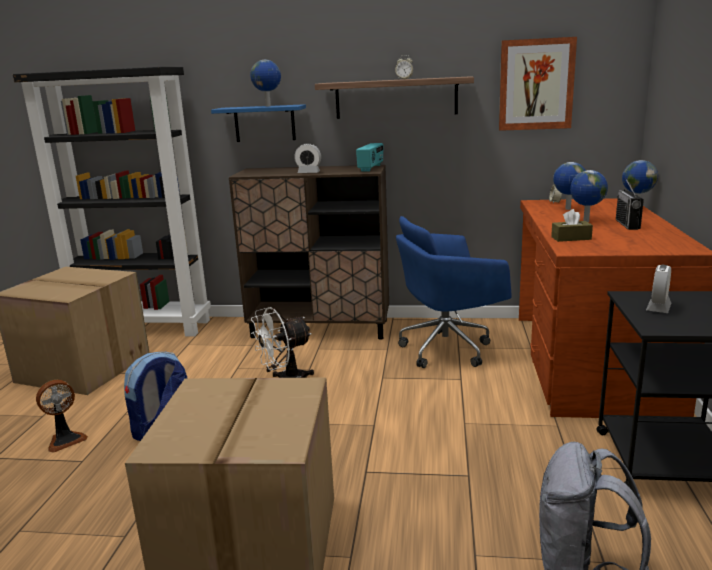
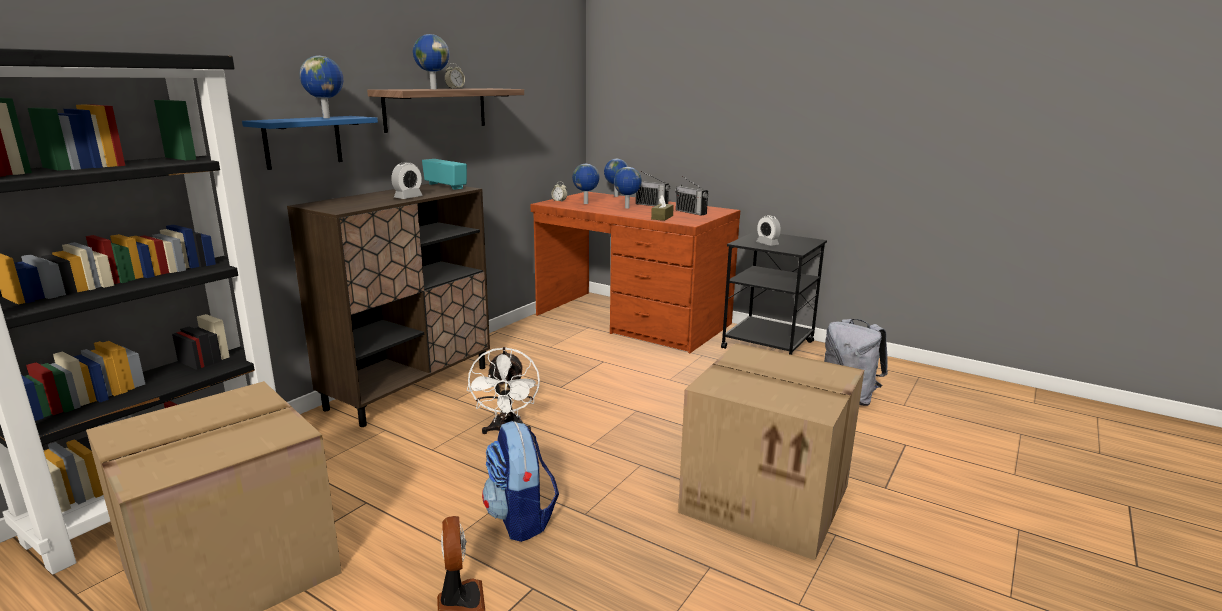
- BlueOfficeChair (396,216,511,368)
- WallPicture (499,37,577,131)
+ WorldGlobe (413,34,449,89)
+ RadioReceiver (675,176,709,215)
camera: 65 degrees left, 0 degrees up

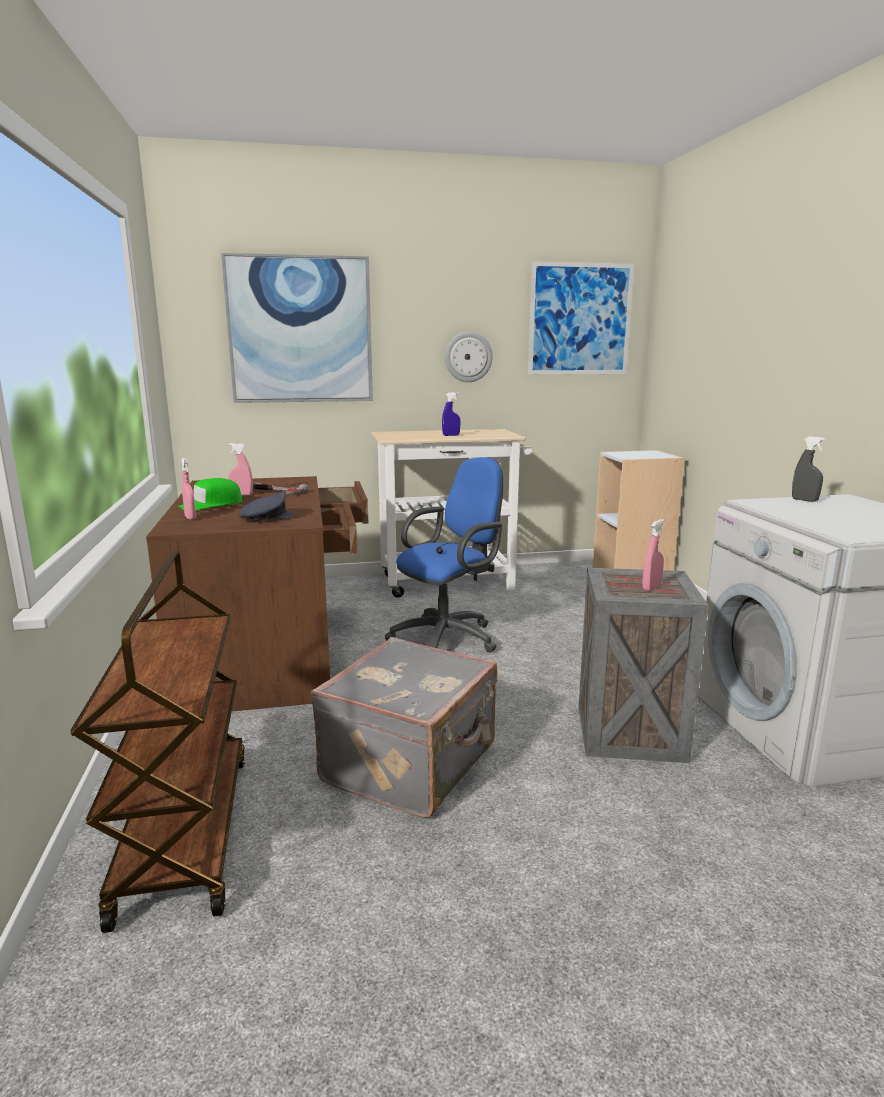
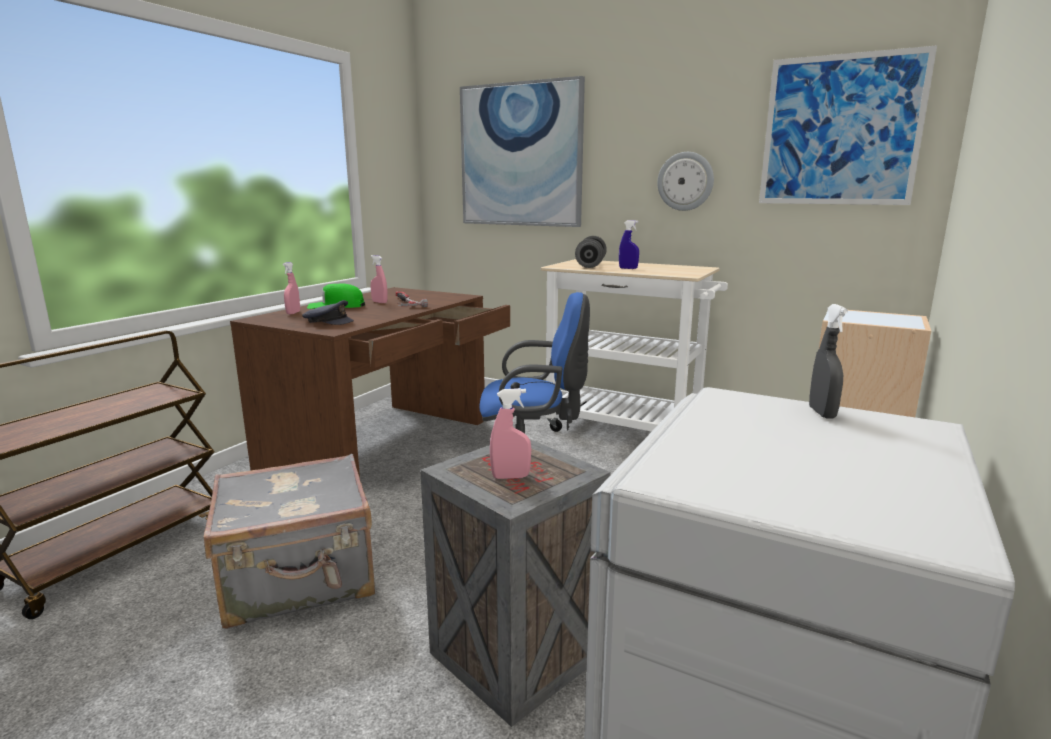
+ GreyFreeWeight (575,236,607,268)
camera: 40 degrees right, 0 degrees up

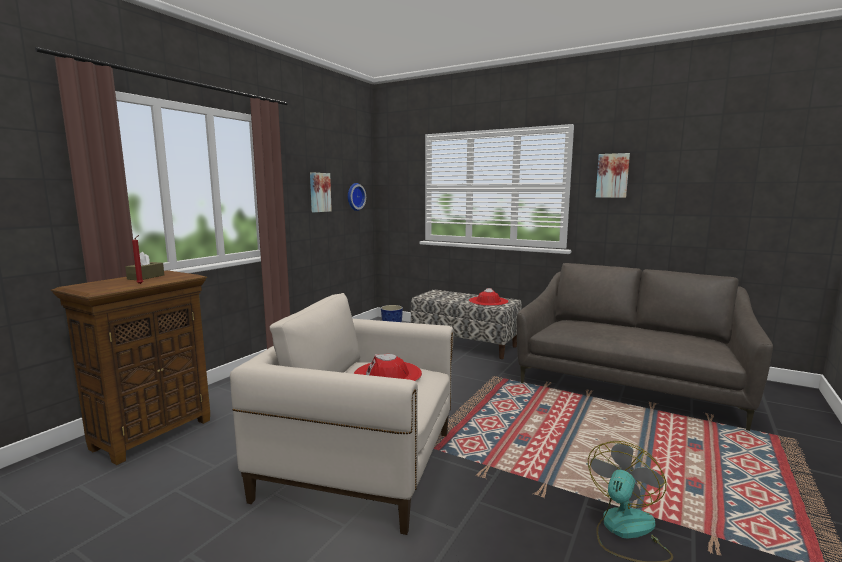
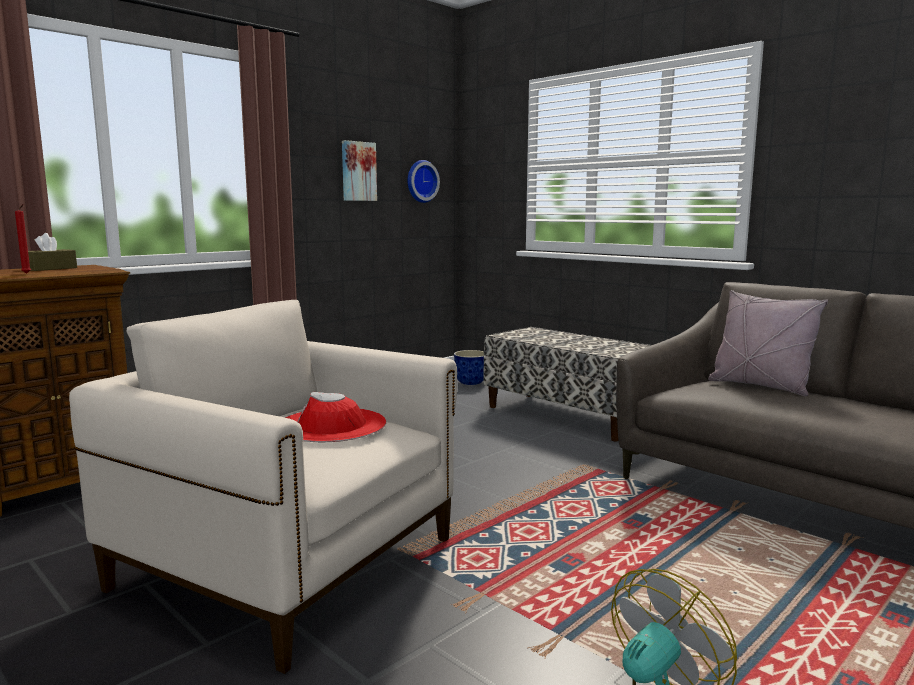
- RedClothingHat (469,288,509,306)
- WallPicture (596,153,630,198)
+ PurpleColouredThrowPillow (708,290,828,397)
camera: 15 degrees right, 0 degrees up

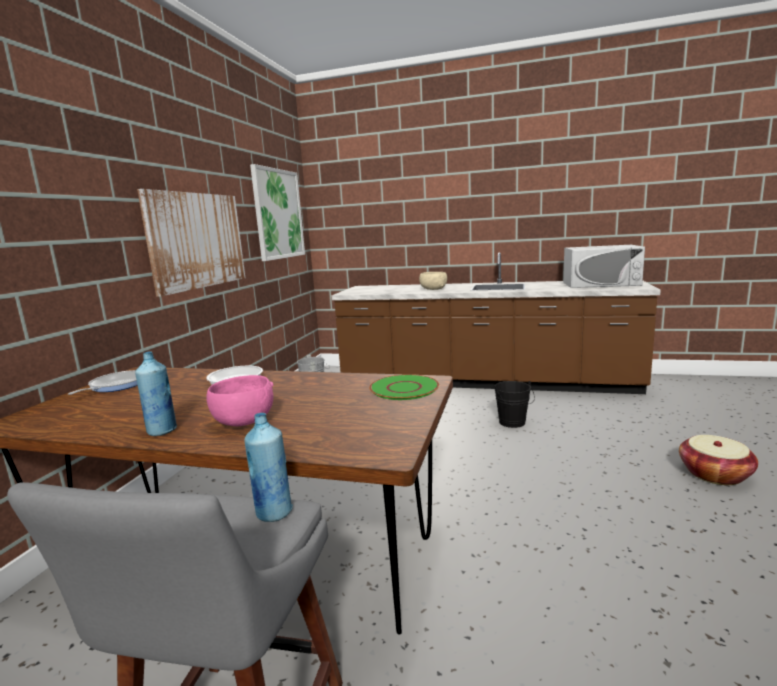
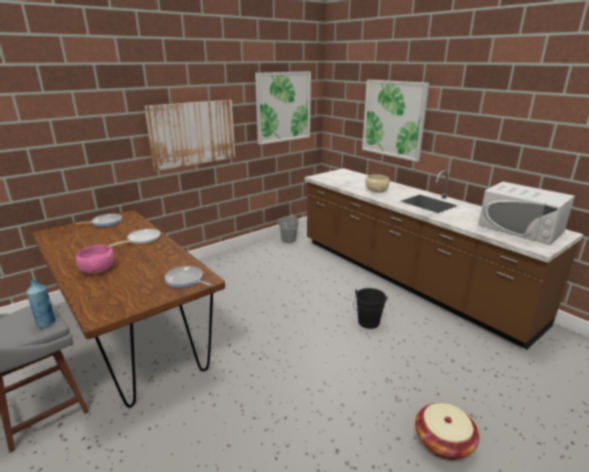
- BlueBeverageBottle (135,352,177,436)
+ WallPicture (362,80,429,162)
~ GreenPlate (369,374,439,400) to FryingPan (165,266,211,288)
camera: 35 degrees right, 10 degrees up

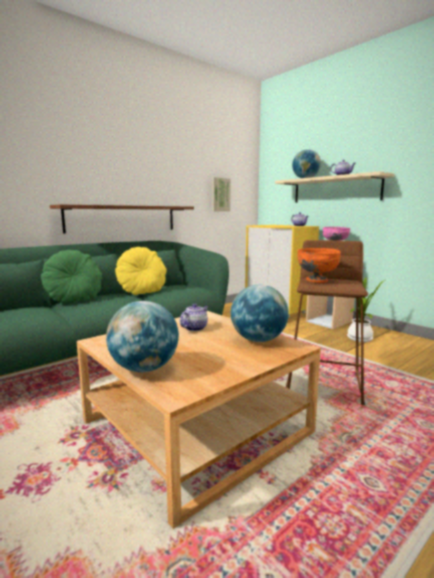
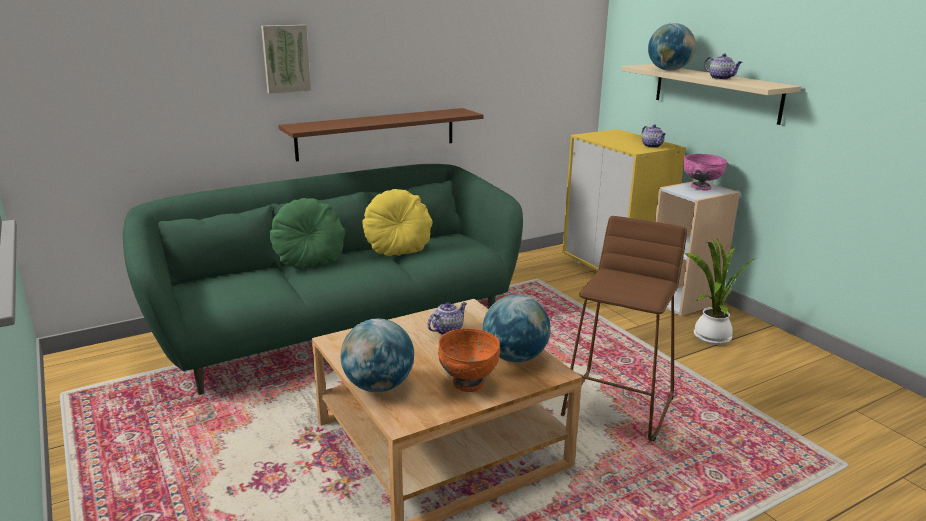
~ WallPicture (212,177,231,212) to (261,25,311,94)
~ OrangeColouredDeepDish (298,248,341,283) to (438,328,500,392)
camera: 10 degrees right, 10 degrees up

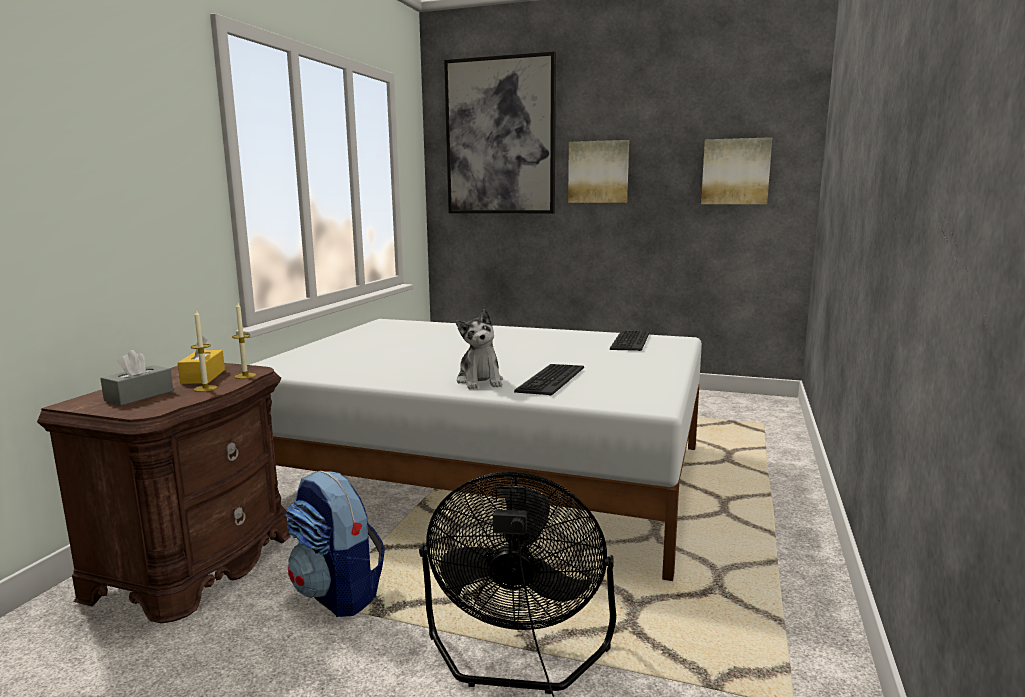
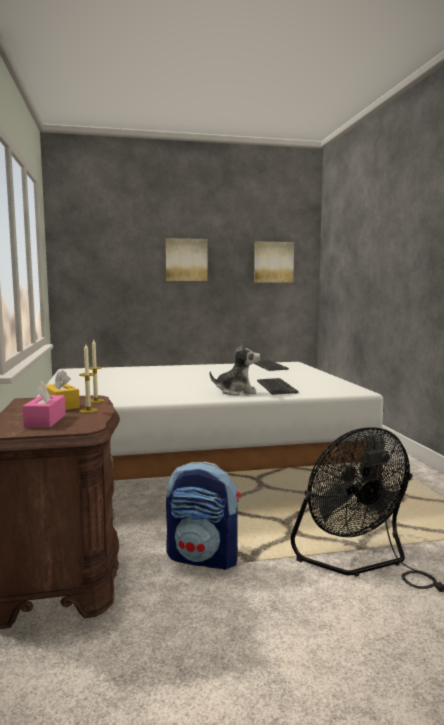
- WallPicture (444,51,556,213)
~ GreyTissueBox (100,350,173,405) to PinkishTissueBox (22,380,66,428)
~ CuddlyToy (456,309,503,389) = (210,340,261,396) 45 degrees counterclockwise
camera: 30 degrees left, 5 degrees down

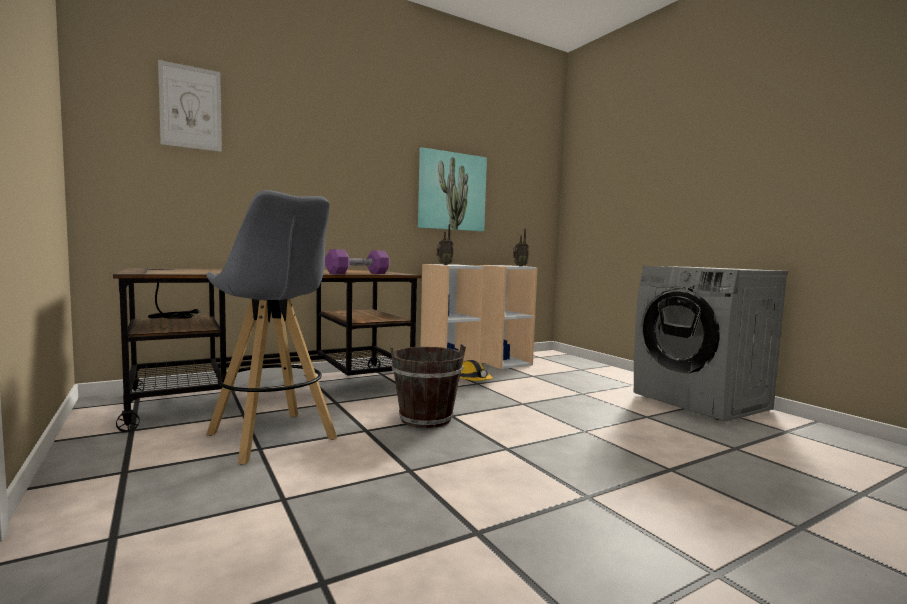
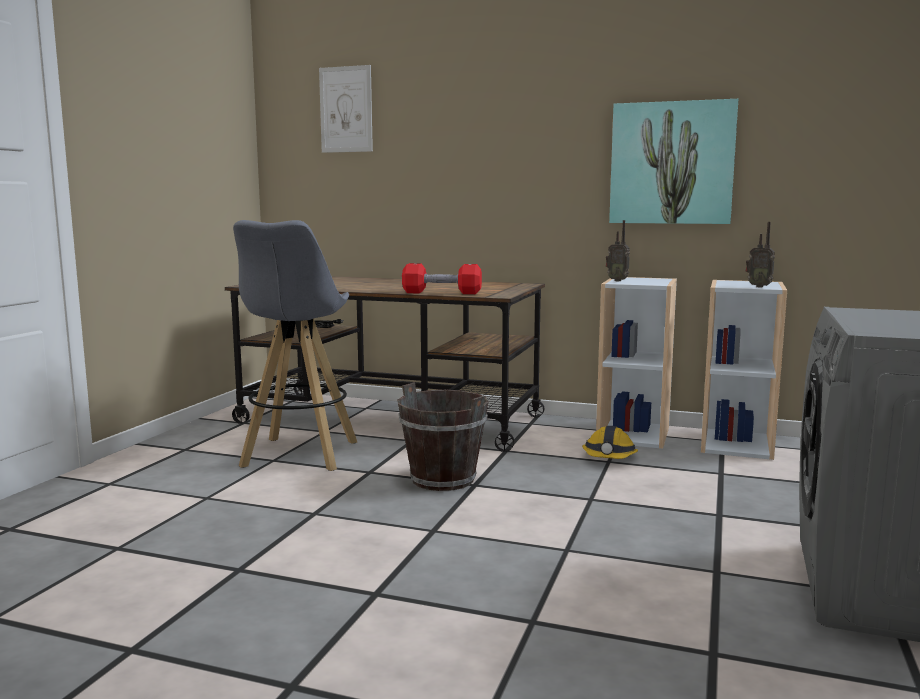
~ PurpleColouredFreeWeight (325,249,390,274) to RedFreeWeight (402,263,482,294)
camera: 50 degrees right, 5 degrees up

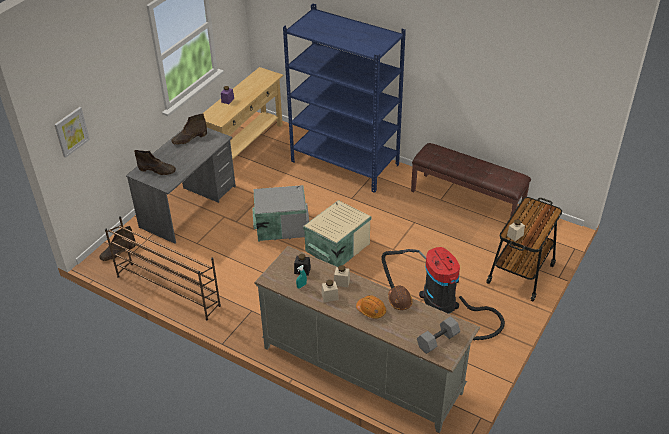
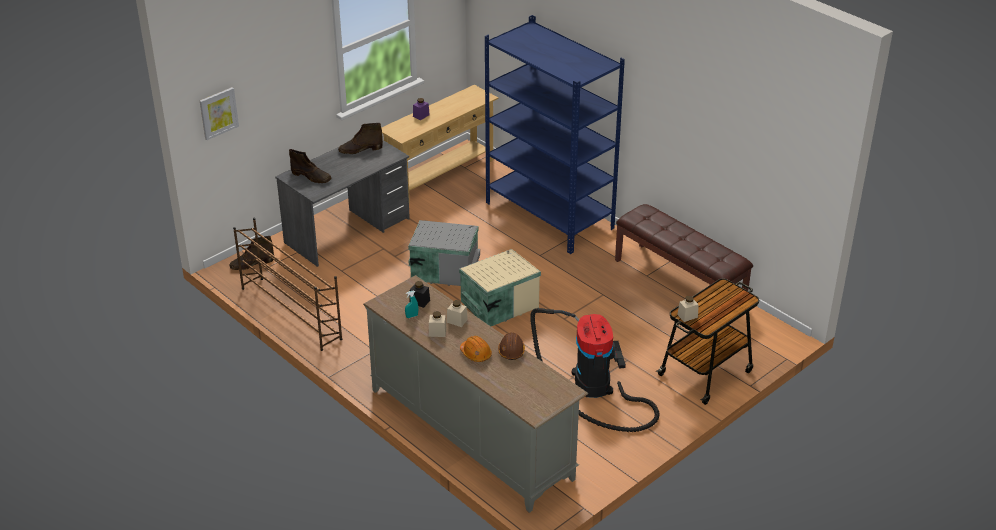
- GreyFreeWeight (417,316,460,354)
camera: 15 degrees right, 5 degrees down

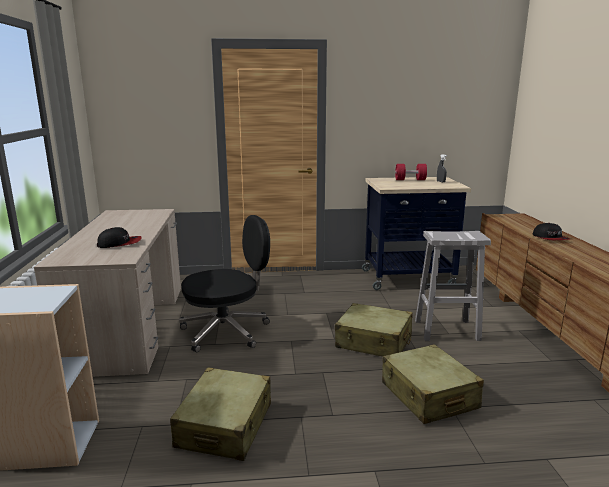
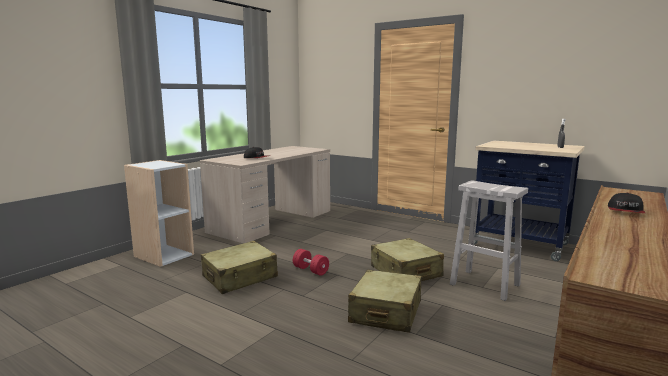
- BlackOfficeChair (179,215,270,352)
~ RedFreeWeight (395,164,427,180) to (293,249,329,276)
camera: 40 degrees right, 5 degrees down

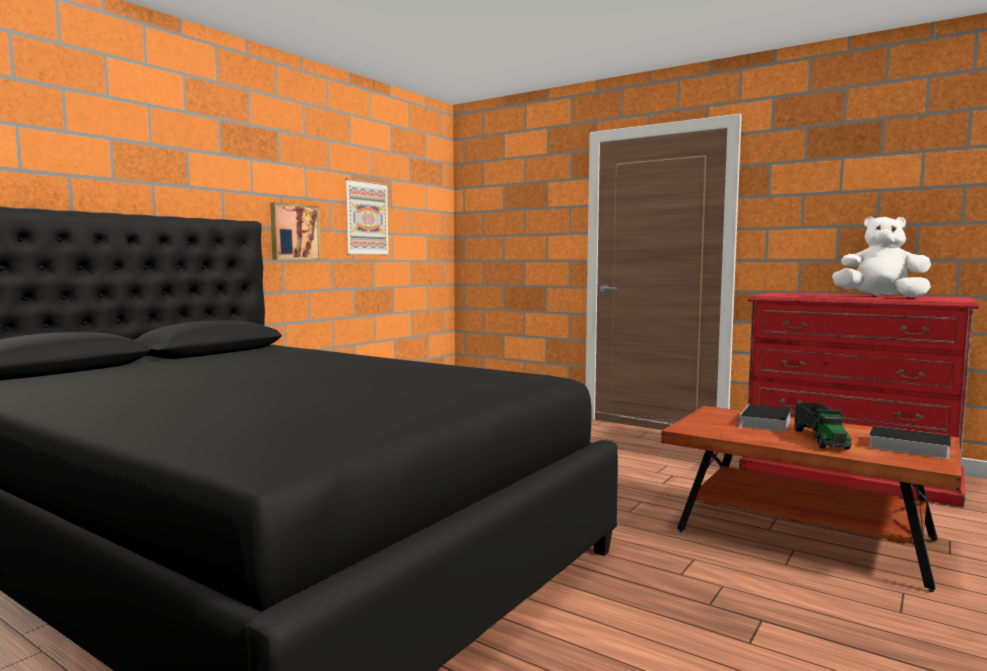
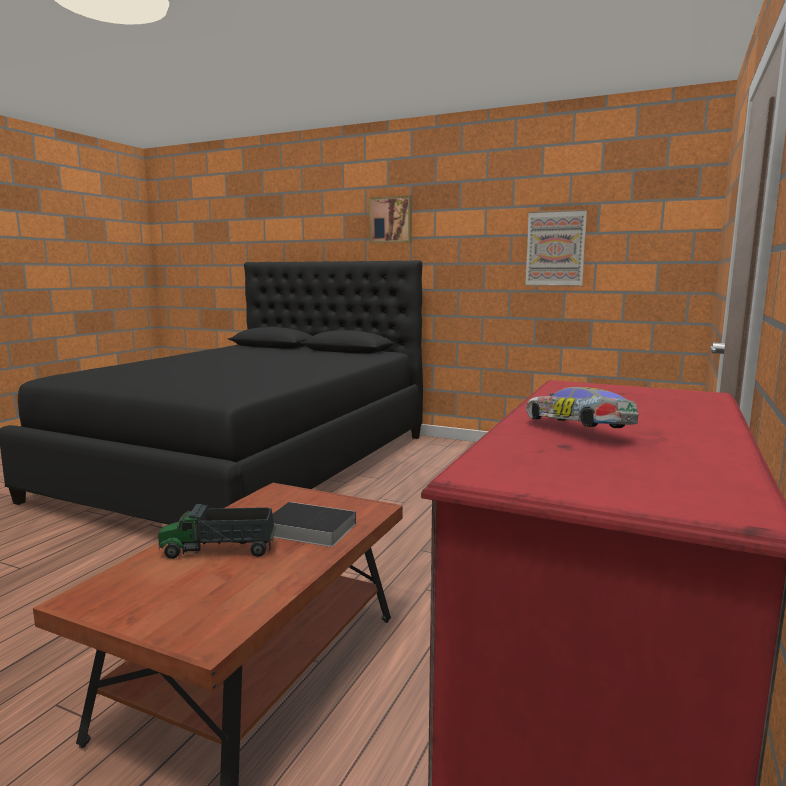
- BoundBook (859,426,951,459)
~ WallPicture (270,202,321,260) to (369,195,412,243)
~ WhiteCuddlyToy (832,216,931,298) to ModelCar (526,387,638,428)
camera: 80 degrees right, 5 degrees up

